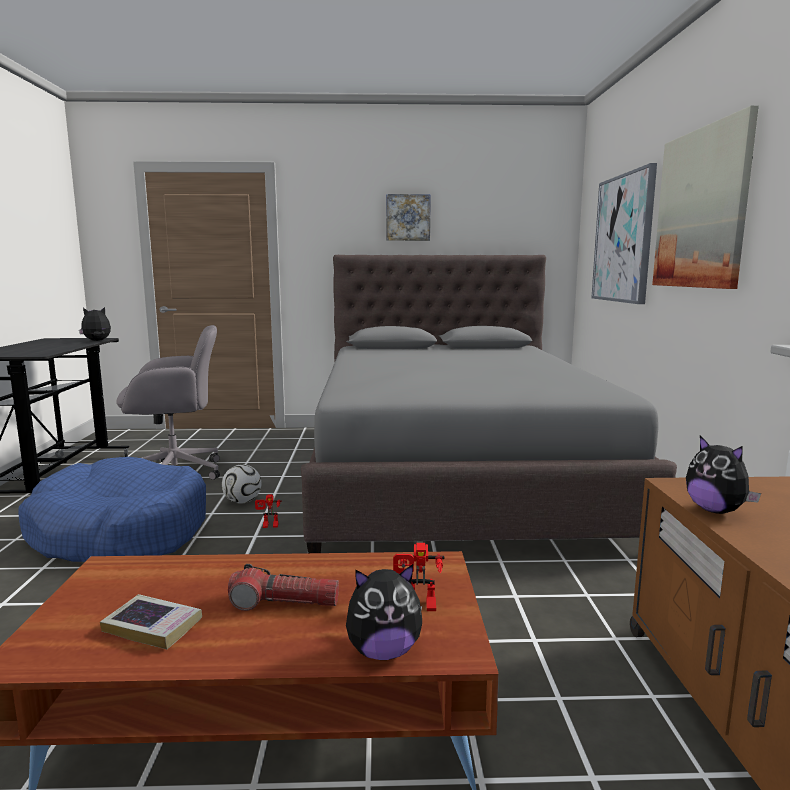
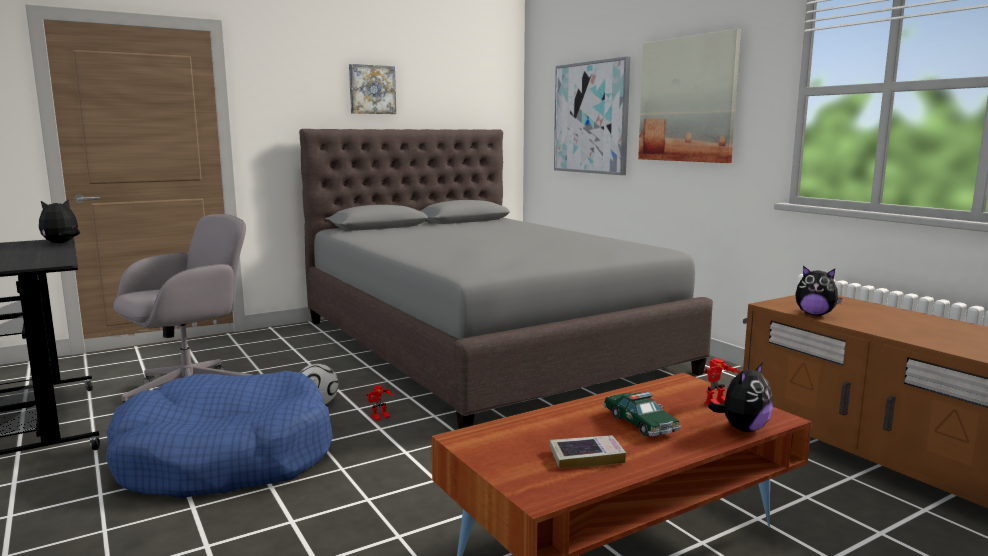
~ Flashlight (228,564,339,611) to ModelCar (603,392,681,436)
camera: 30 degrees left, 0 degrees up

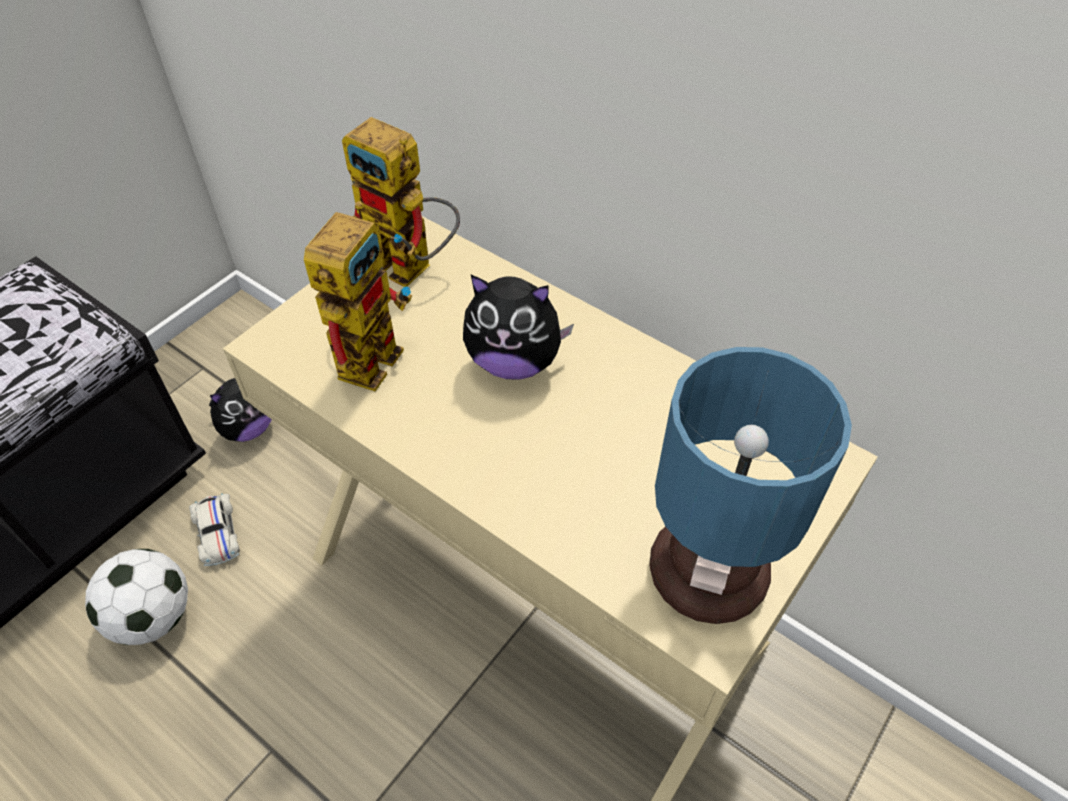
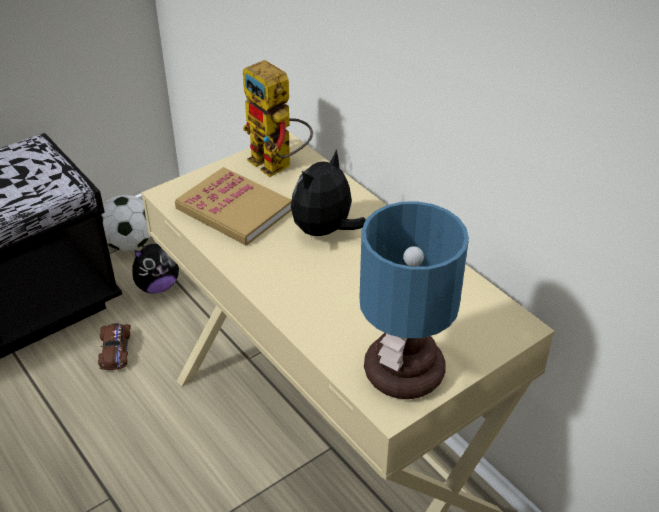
~ FootballBall (85,549,188,645) to (101,195,151,251)
~ ToyRobot (304,201,412,391) to BoundBook (175,167,292,246)
~ WhiteModelCar (189,493,240,566) to BrownishModelCar (98,323,131,370)
~ CuddlyToy (463,275,574,380) = (291,149,366,236) 105 degrees clockwise
camera: 15 degrees right, 10 degrees down

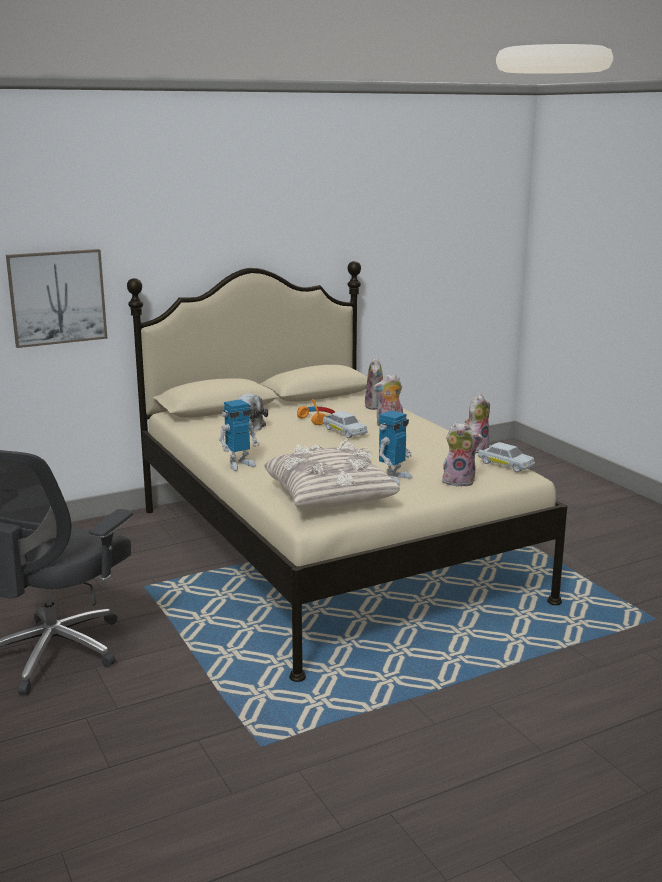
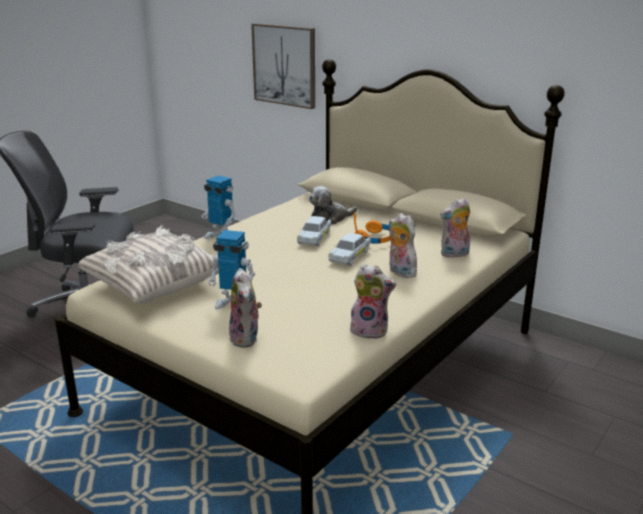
~ WhiteModelCar (478,442,535,473) to (297,216,331,246)
camera: 65 degrees right, 5 degrees up

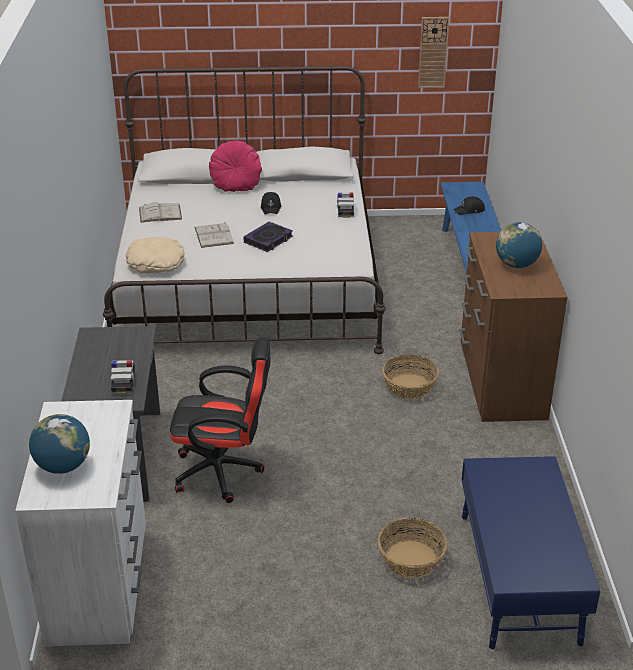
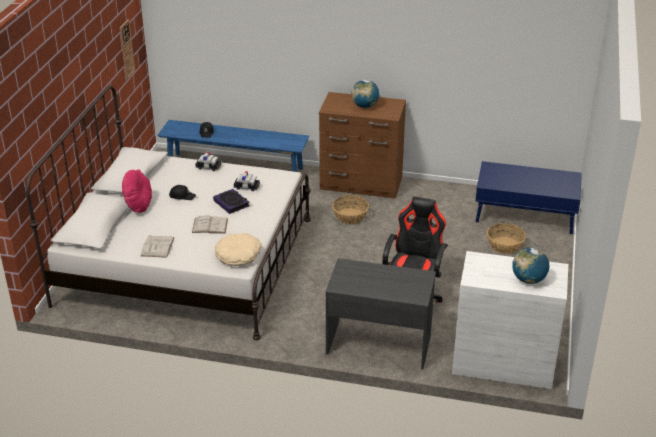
~ ModelCar (111,360,135,395) to (234,171,260,191)
camera: 75 degrees left, 0 degrees up

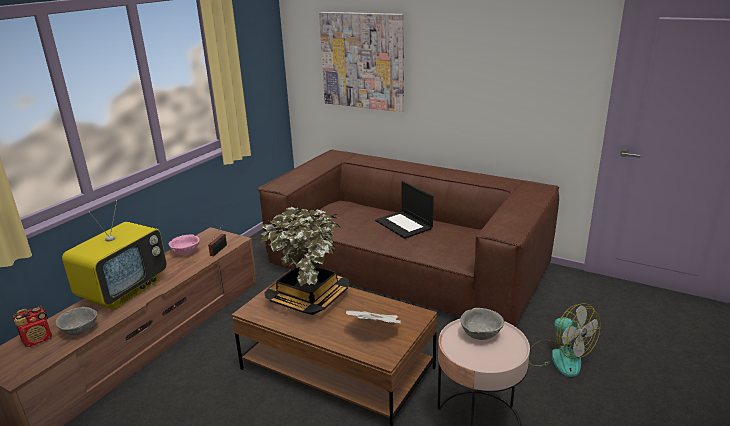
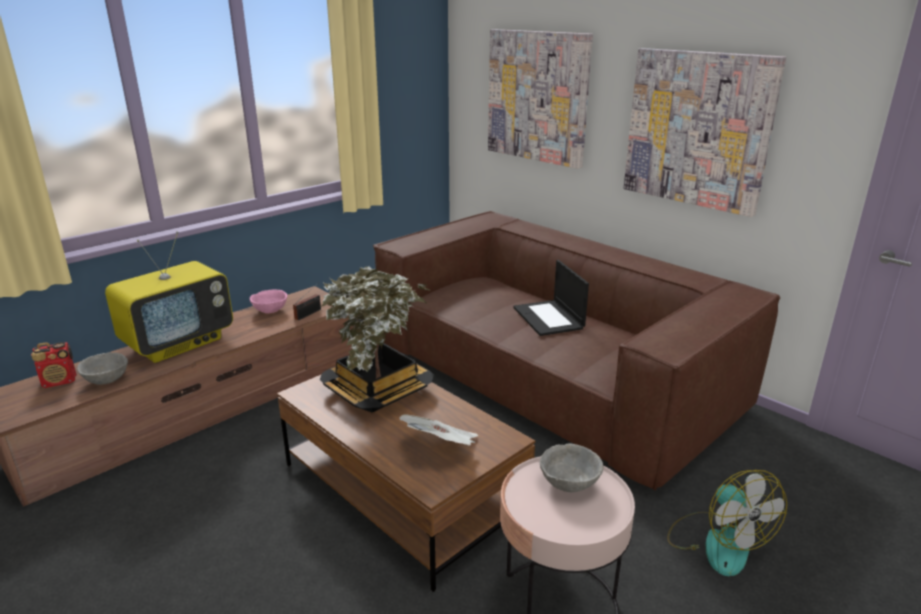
+ WallPicture (624,48,786,217)
camera: 15 degrees right, 0 degrees up

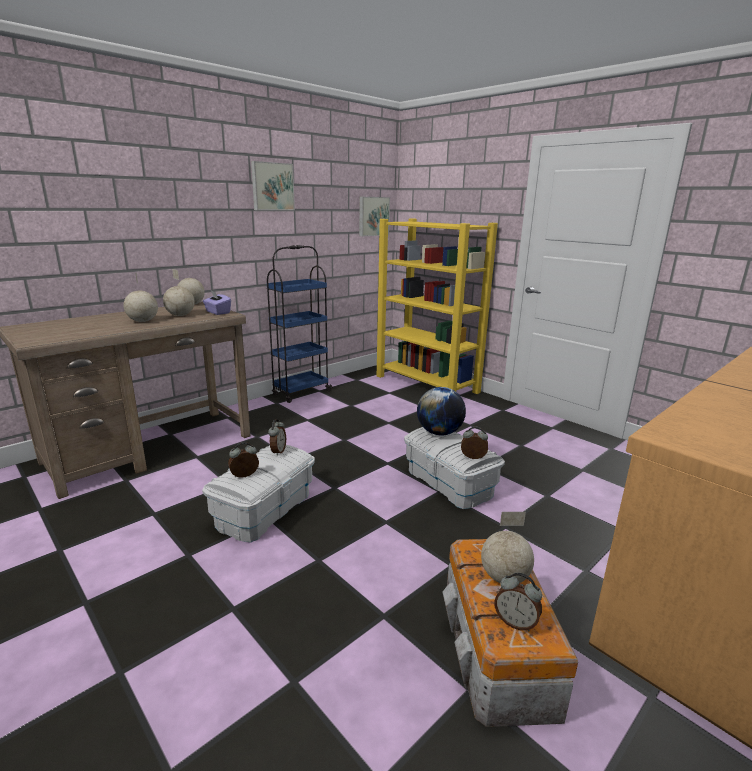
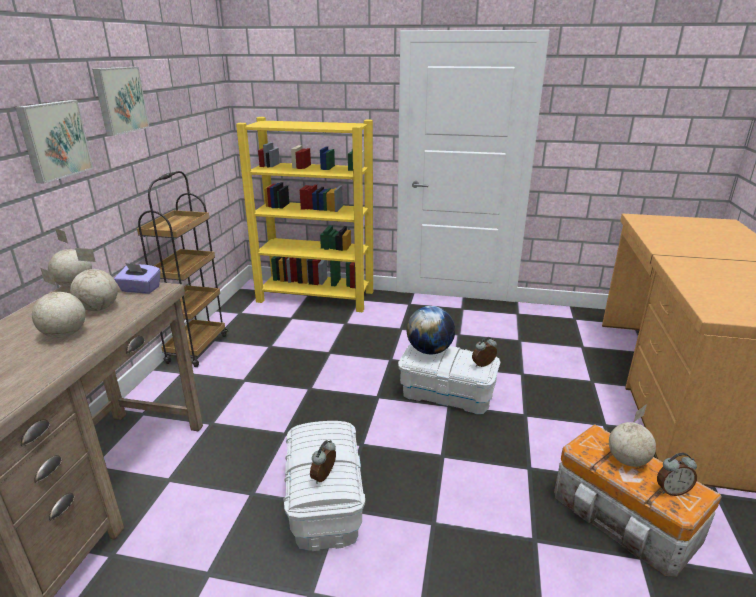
- TableClock (268,419,286,456)
~ WallPicture (359,197,390,236) to (15,100,93,183)
~ BlueWheeledCart (267,245,333,403) to BrownishWheeledCart (137,171,228,367)
camera: 35 degrees left, 5 degrees up

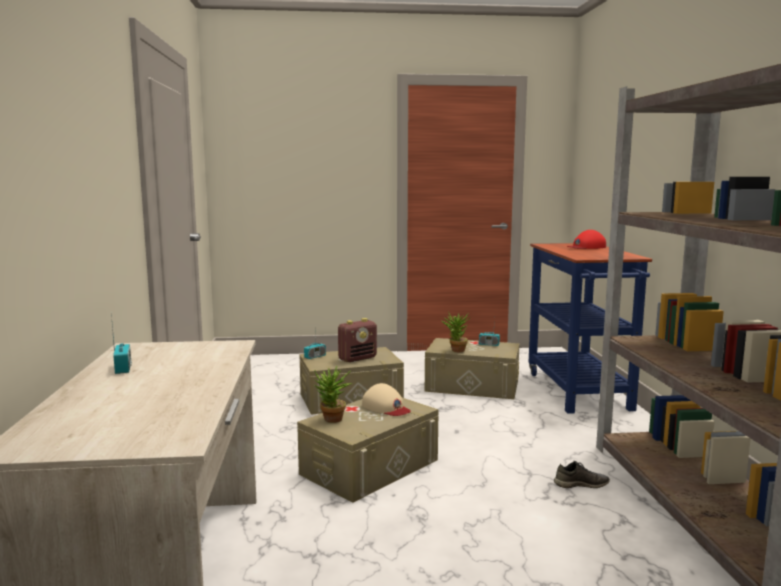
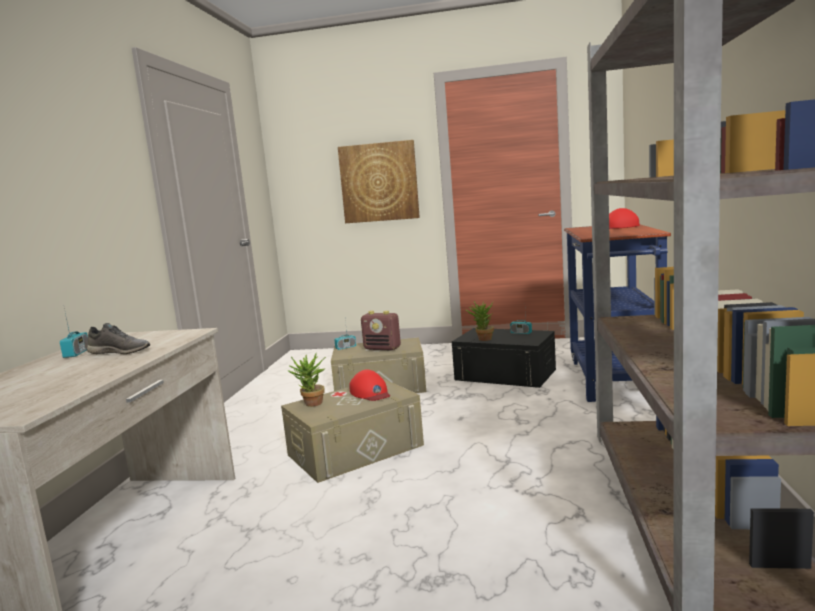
+ WallPicture (338,140,420,223)
~ GreyLowShoe (554,461,610,488) to (87,323,150,354)
~ SandColouredPeakedCap (362,383,411,416) to RedPeakedCap (349,369,390,401)
~ SandColouredStorageBin (425,338,520,399) to BlackStorageBin (452,328,556,388)
~ RadioReceiver (338,318,377,362) = (361,311,401,350) 45 degrees clockwise
camera: 15 degrees right, 0 degrees up

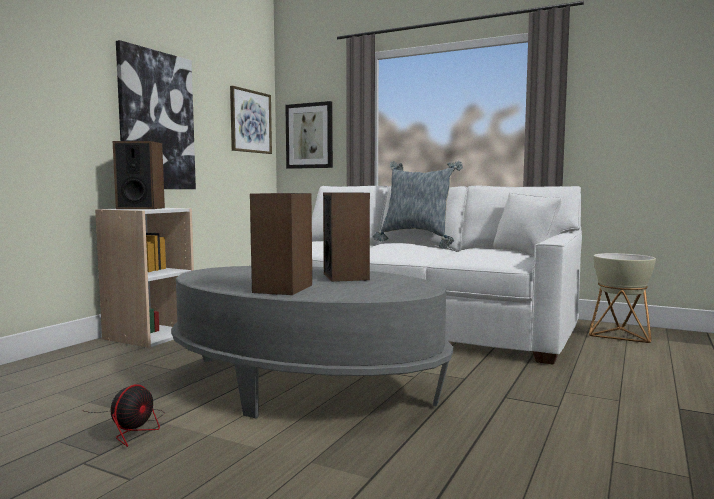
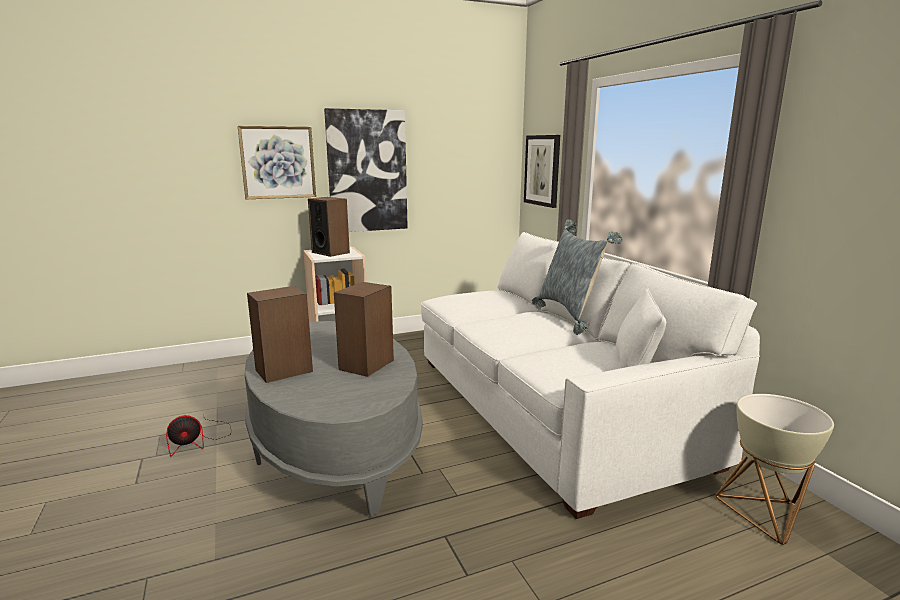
~ WallPicture (230,86,272,154) to (237,126,316,199)
camera: 40 degrees right, 10 degrees up

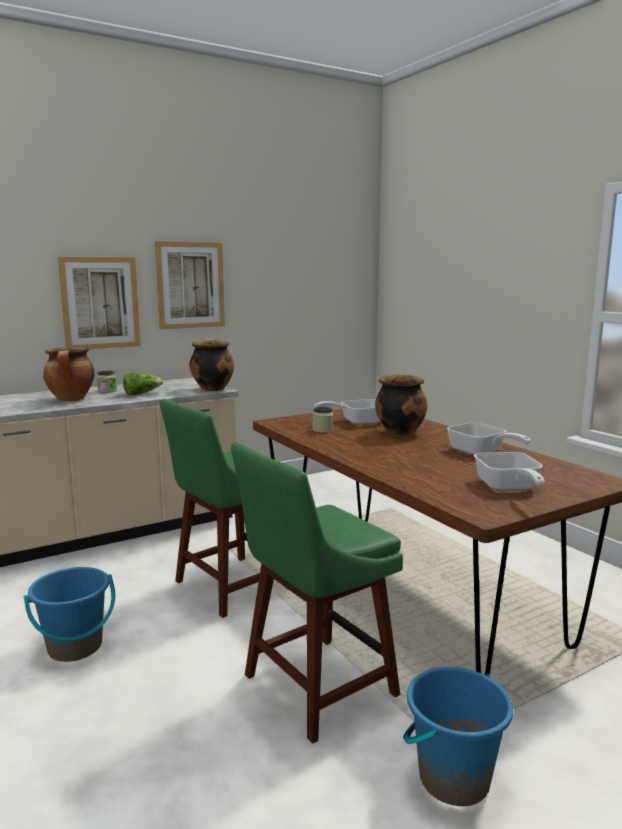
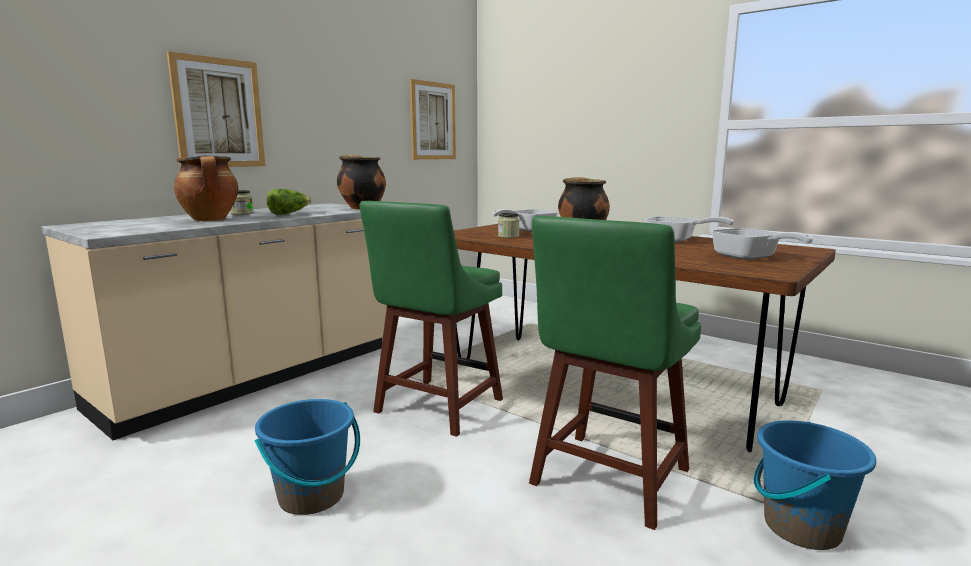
~ WallPicture (155,241,225,329) to (410,79,456,160)
camera: 20 degrees left, 0 degrees up

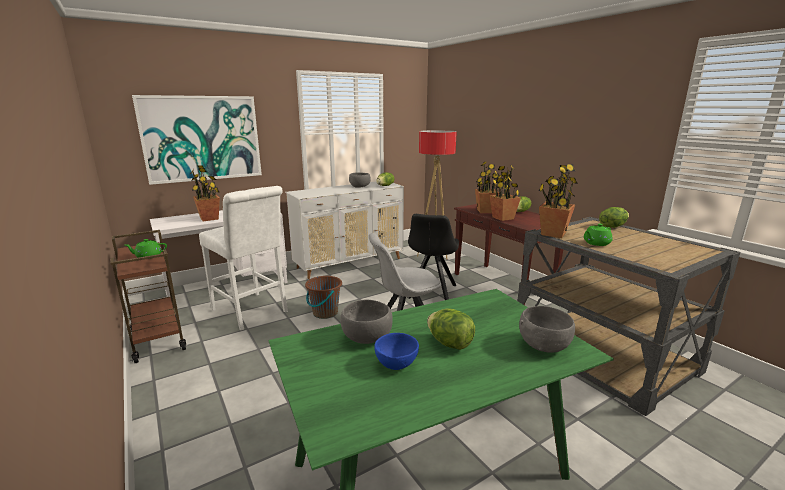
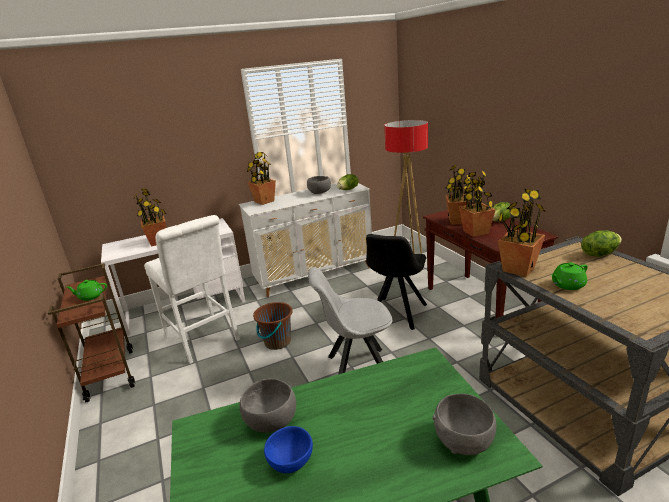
- WallPicture (132,95,262,185)
- HeadOfLettuce (427,308,475,350)
+ PlantInAPot (247,152,276,205)
camera: 10 degrees right, 5 degrees up

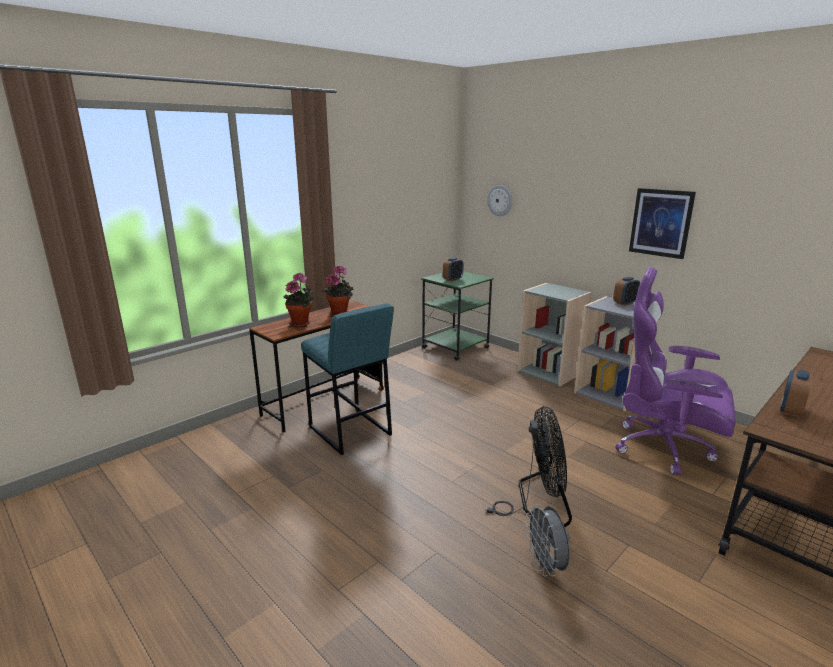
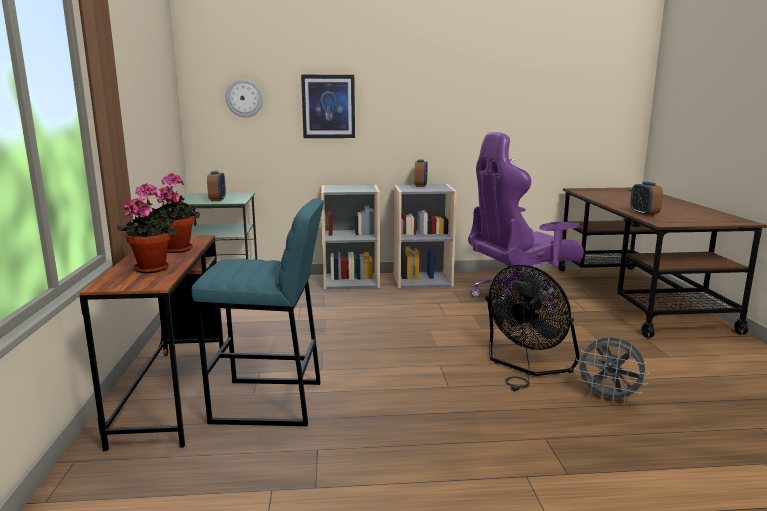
~ WallPicture (629,188,696,259) to (301,75,355,138)
camera: 50 degrees left, 5 degrees down

